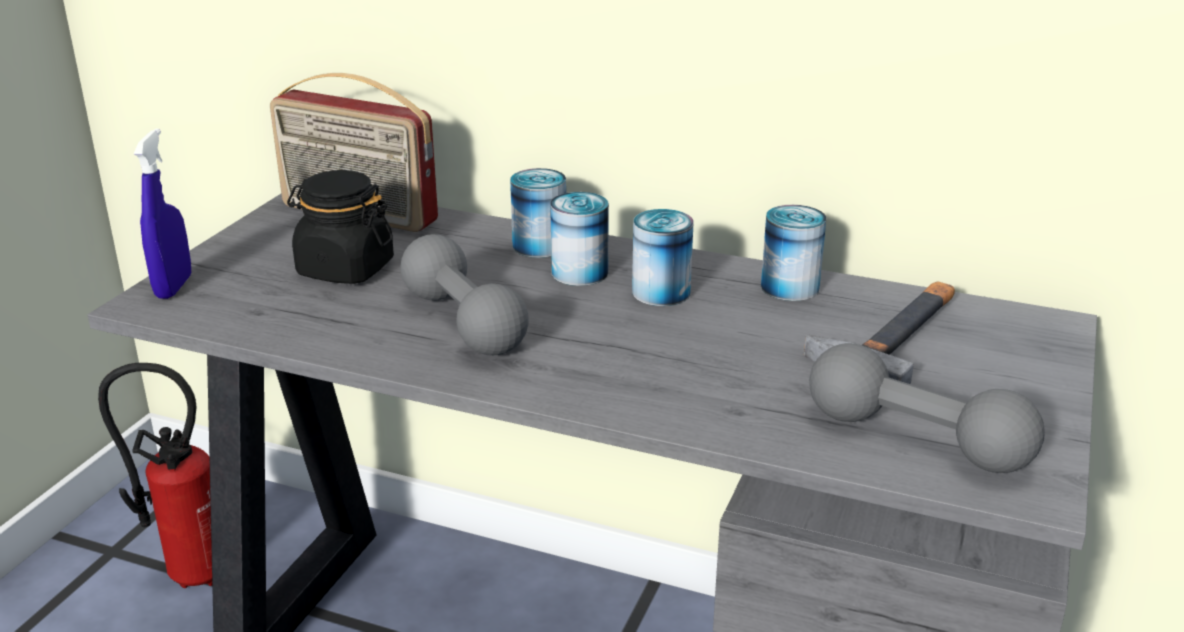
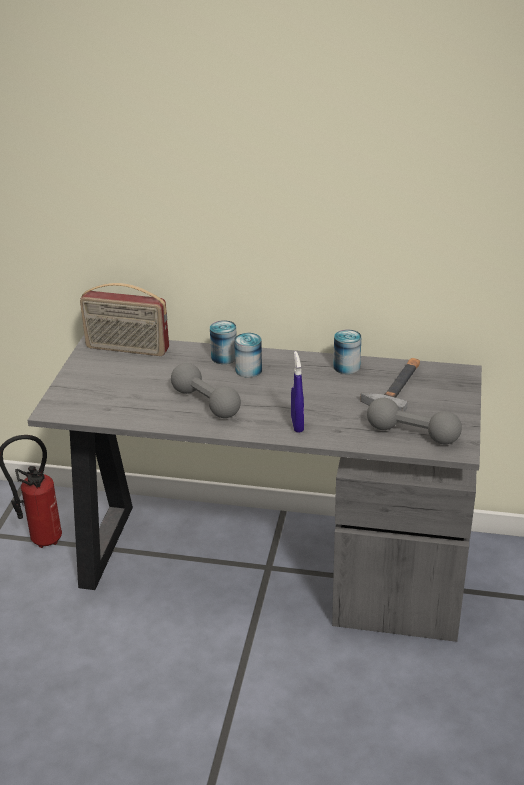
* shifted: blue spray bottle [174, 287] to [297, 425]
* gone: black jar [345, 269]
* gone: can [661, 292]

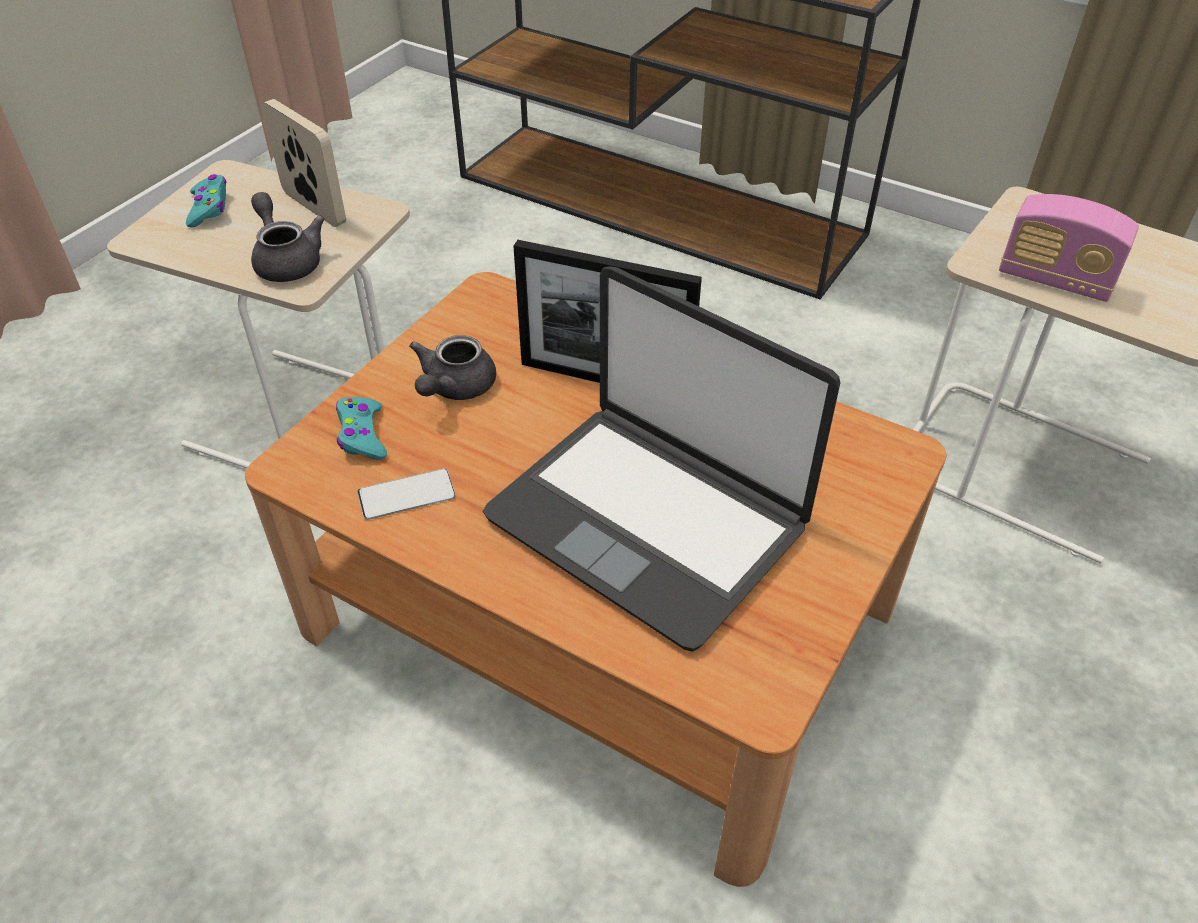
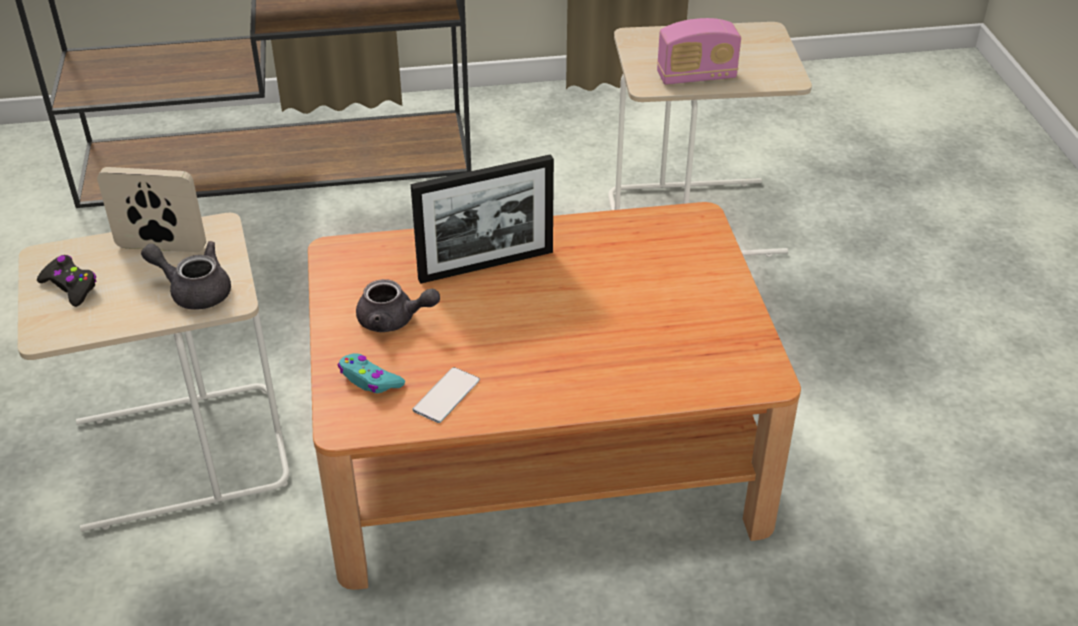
* repainted: turquoise game controller [209, 208] to black game controller [70, 286]
* rotated: grey teapot [454, 388] = [394, 320] 60 degrees counterclockwise
* gone: laptop [648, 520]

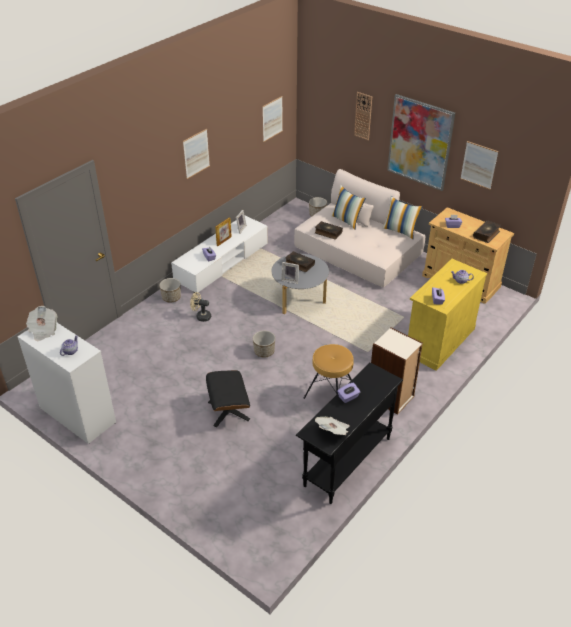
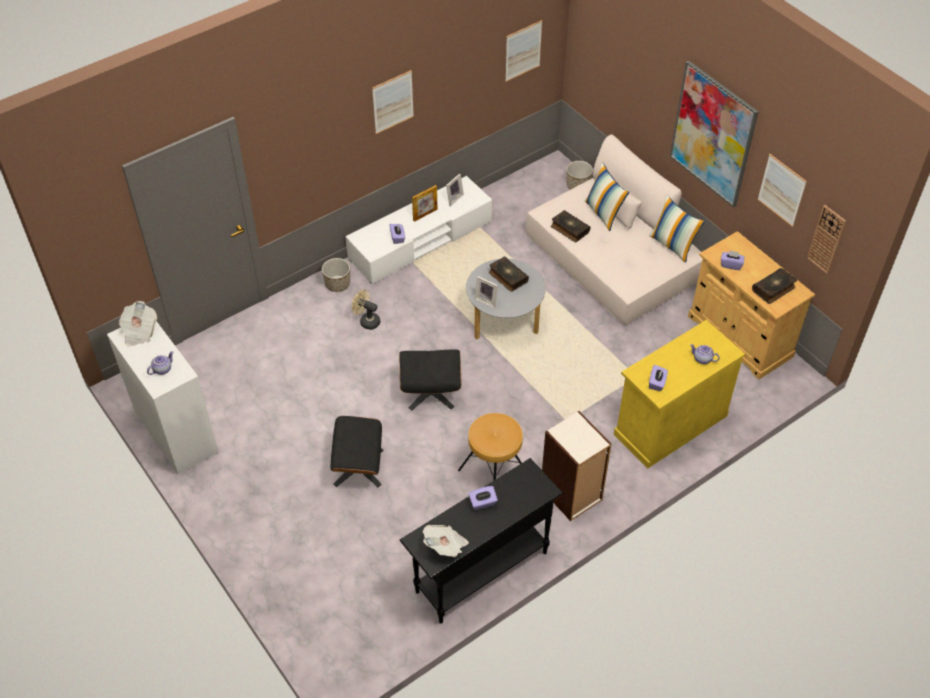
* swapped: planter [264, 352] to black ottoman [431, 391]
* shifted: wall clock [363, 116] to [826, 239]

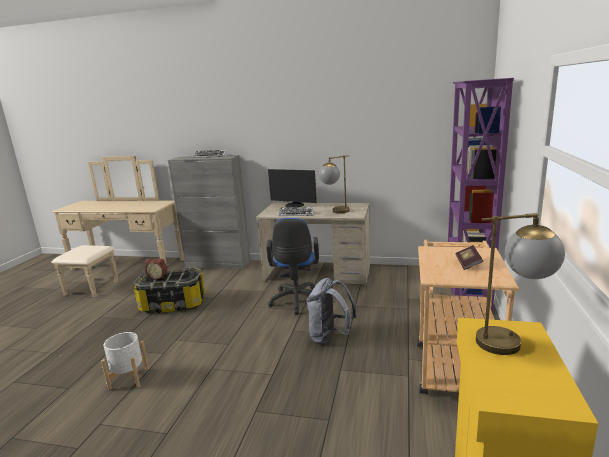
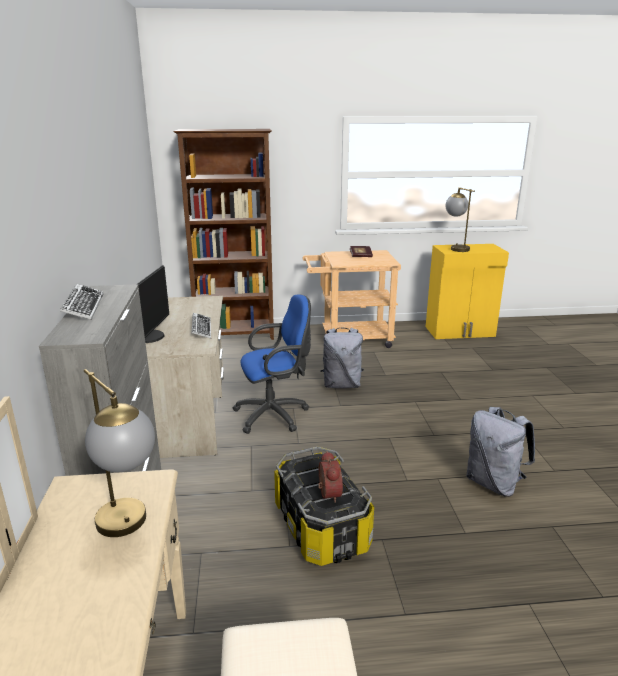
* shifted: table lamp [335, 212] to [130, 529]
* repainted: purple bookcase [466, 294] to brown bookcase [235, 335]
* swapped: white planter [129, 378] to grey backpack [494, 483]

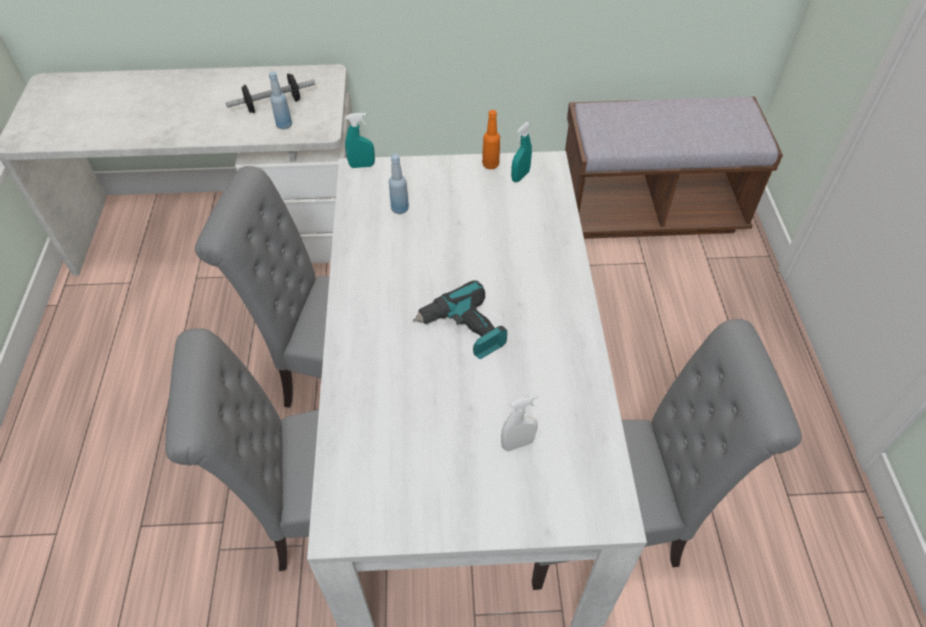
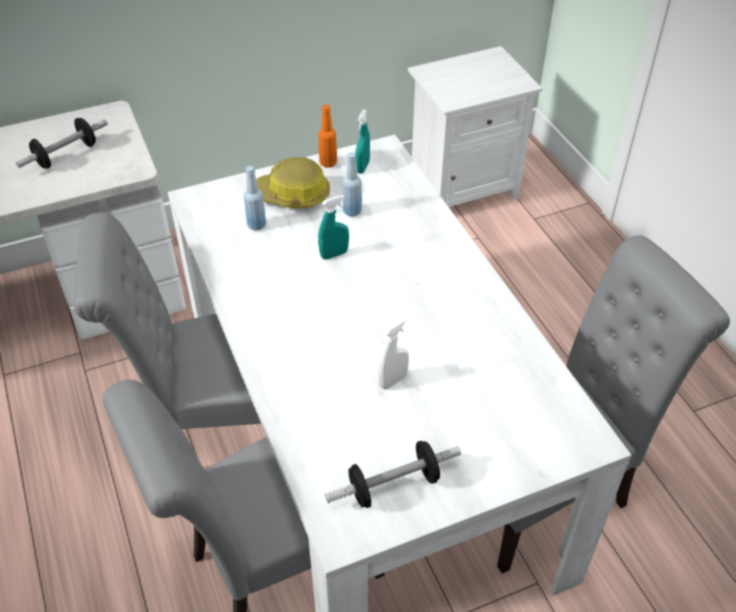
* new: hard hat [293, 195]
* shifted: turquoise spray bottle [362, 165] to [334, 254]
* new: dumbbell [393, 485]
* shifted: blue bottle [284, 125] to [352, 211]
* shifted: white spray bottle [517, 444] to [392, 381]
* swapped: brown bench [649, 210] to white nightstand [462, 187]
* gone: power drill [464, 330]

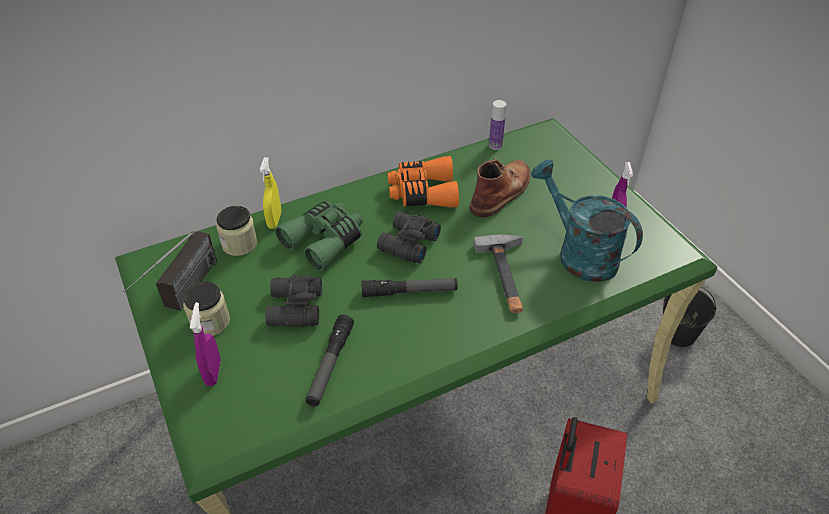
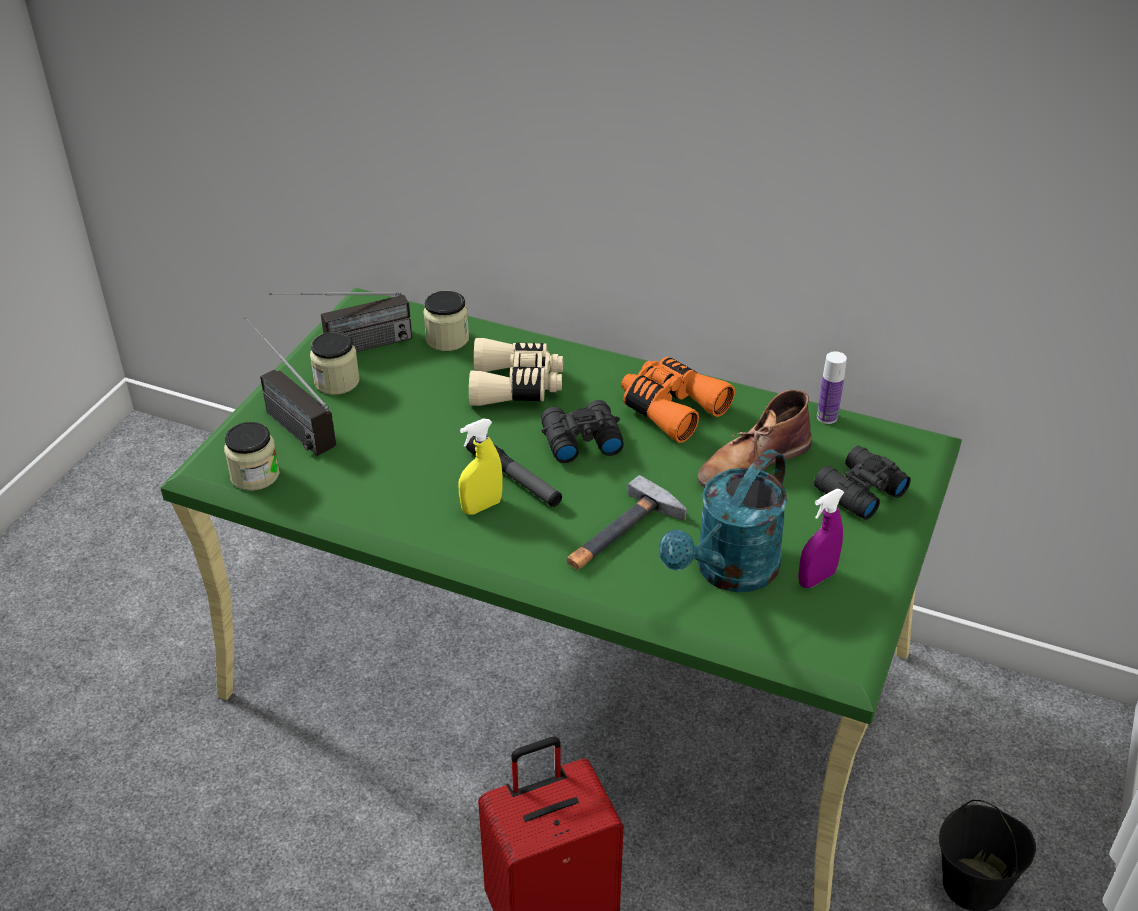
* new: jar [255, 475]
* swapped: purple spray bottle [213, 373] to radio [284, 418]
* shifted: yellow spray bottle [274, 220] to [482, 506]
* repainted: green binoculars [325, 240] to beige binoculars [516, 385]
* rotated: turquoise watering can [579, 253] = [728, 572] 150 degrees counterclockwise
* rotated: brown boot [501, 191] = [752, 462] 150 degrees clockwise
* shifted: black binoculars [294, 309] to [857, 491]
* gone: flashlight [330, 365]

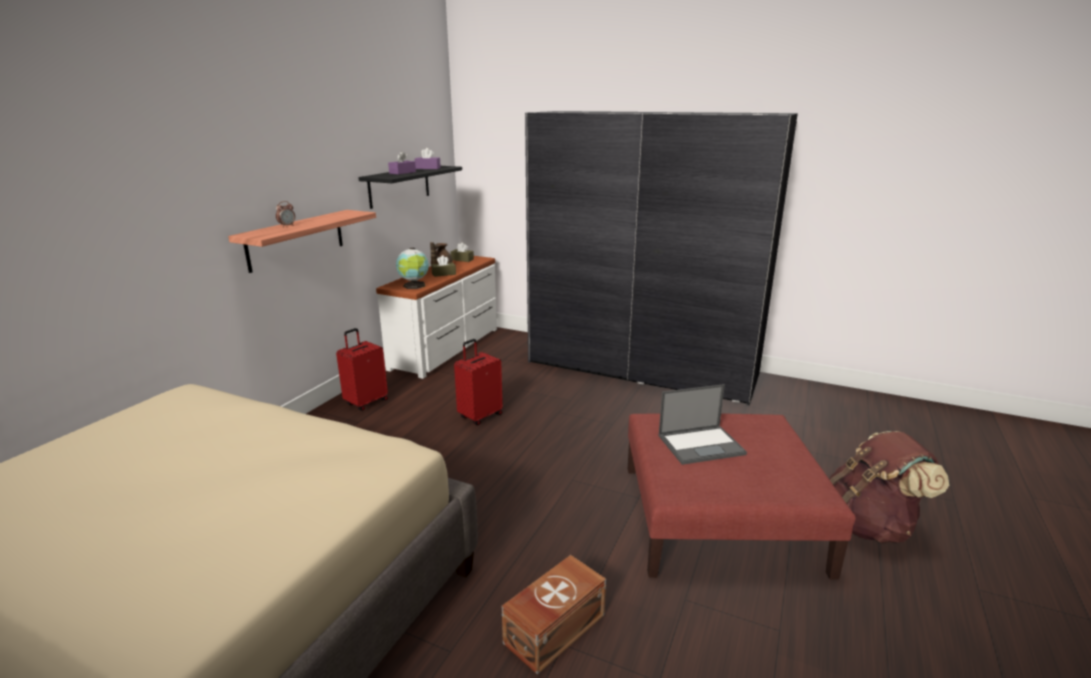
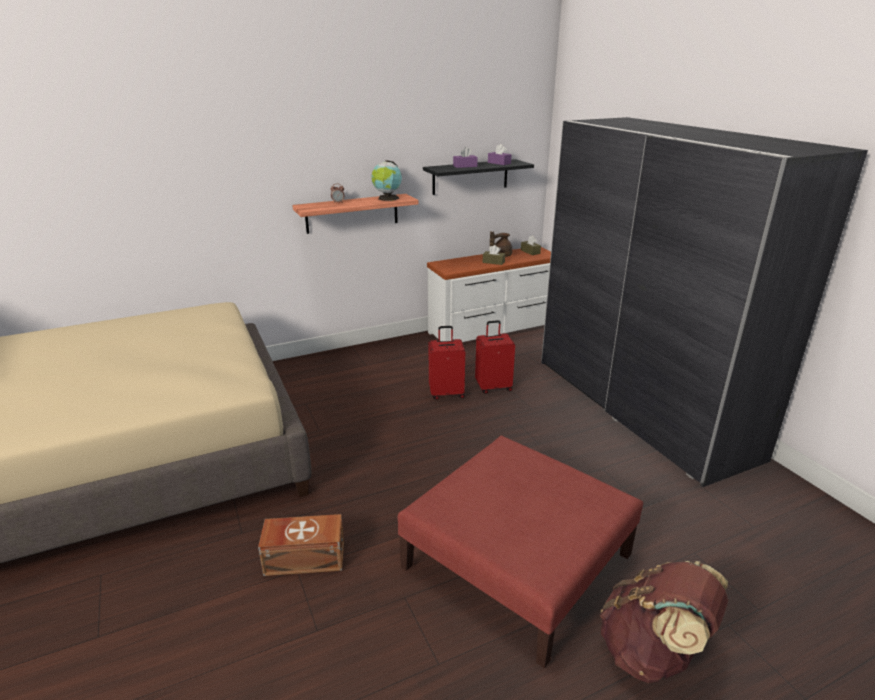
* shifted: globe [414, 286] to [387, 198]
* shifted: red suitcase [366, 402] to [493, 387]
* gone: laptop [701, 444]

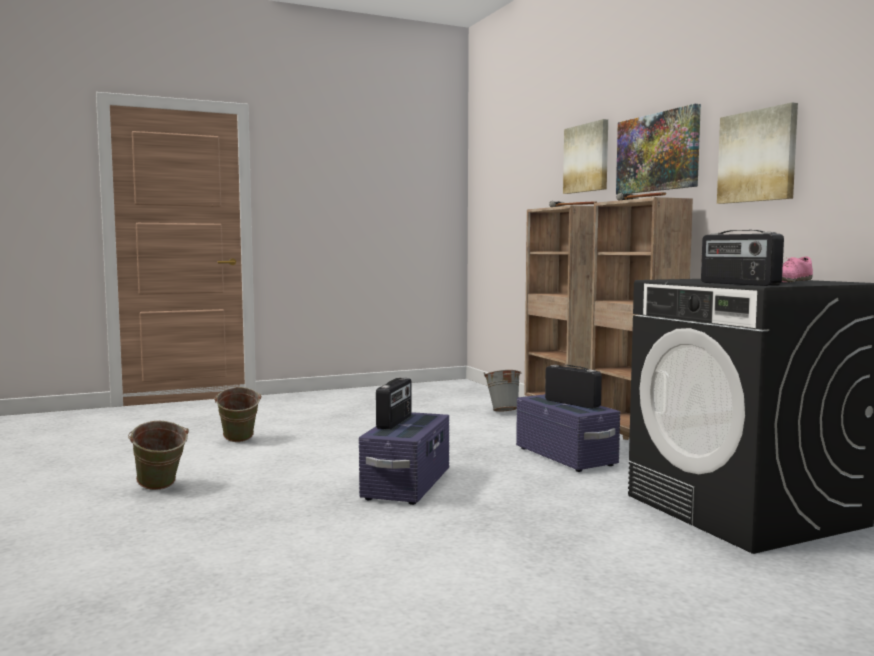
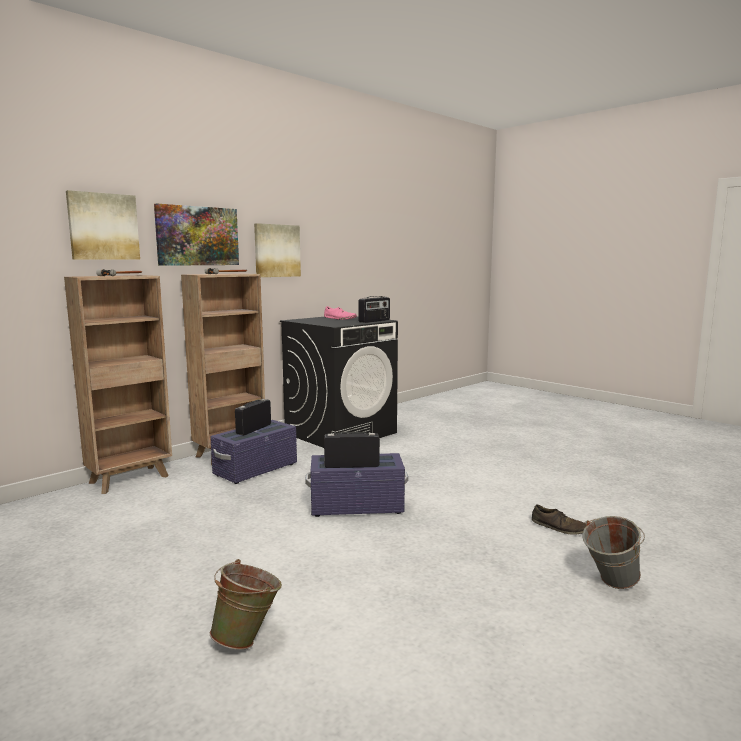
* new: brown shoe [559, 527]
* shifted: grey bucket [503, 411] to [609, 584]
* gone: green bucket [159, 489]

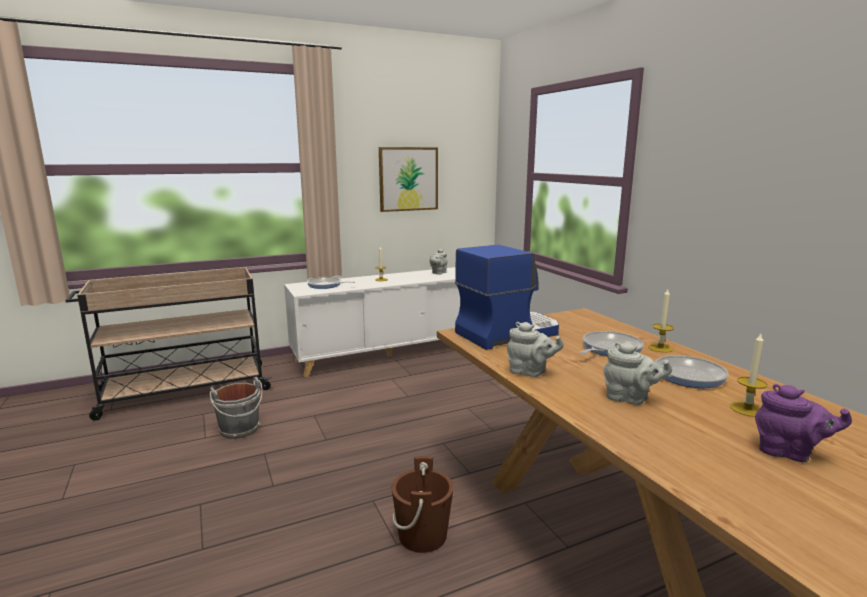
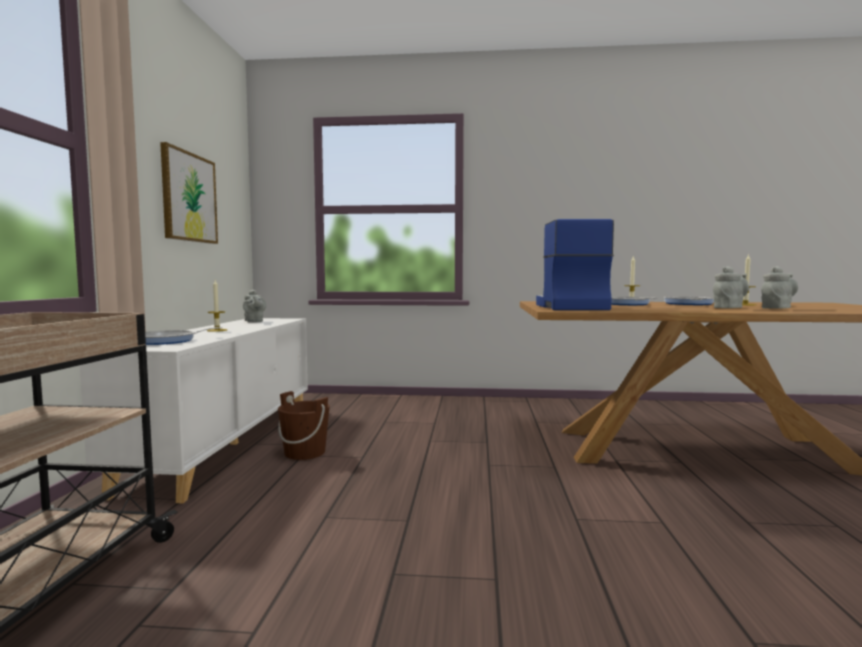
* shifted: brown bucket [422, 535] to [305, 452]
* shifted: grey teapot [530, 372] to [777, 308]
* gone: grey bucket [240, 430]
* gone: purple teapot [789, 453]

